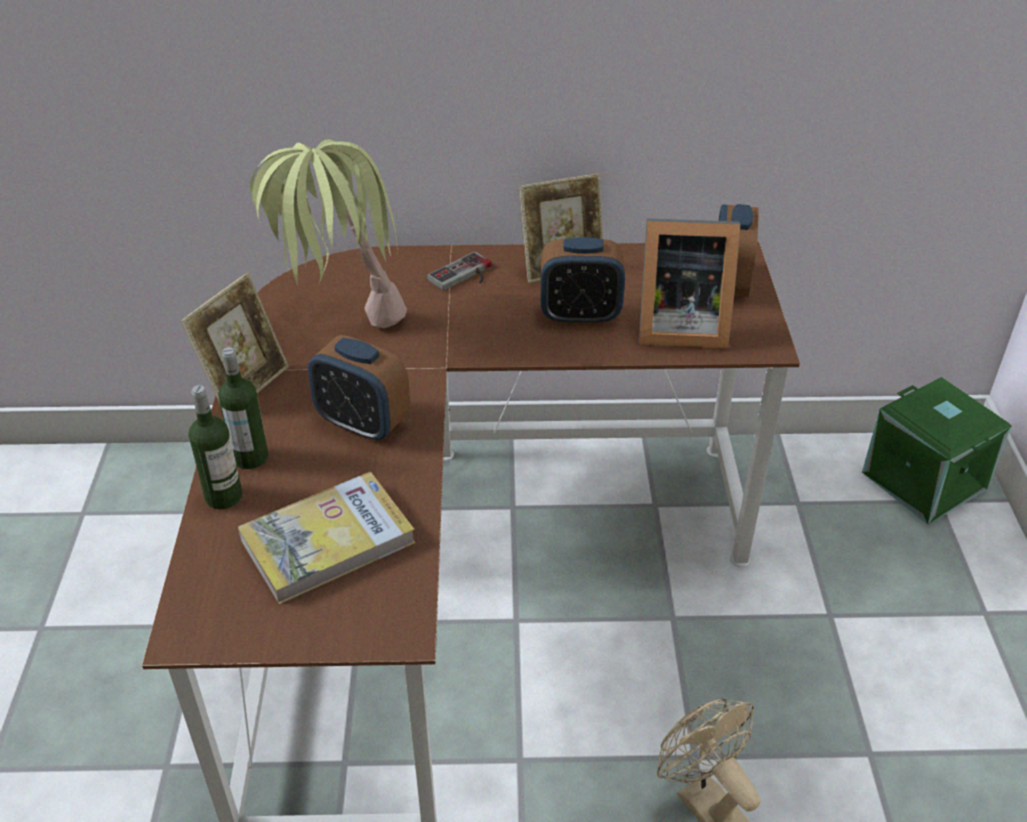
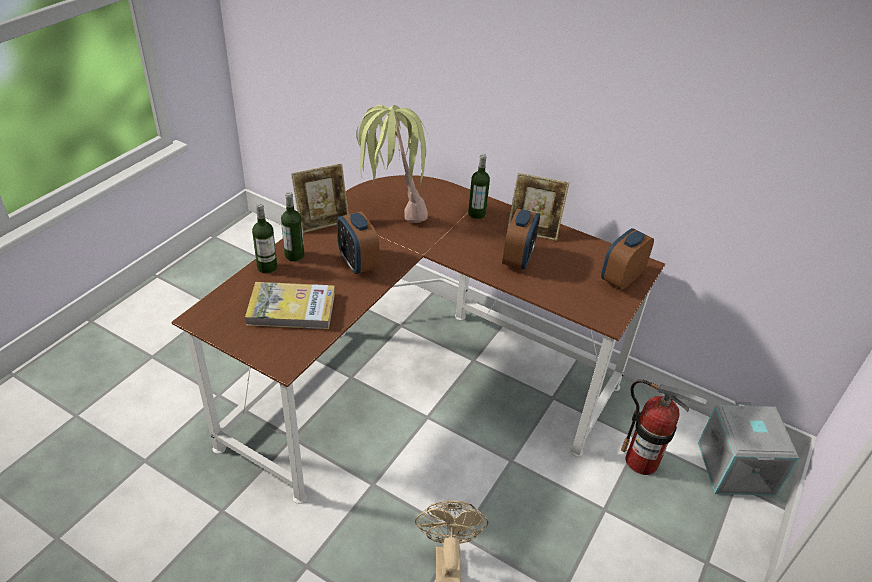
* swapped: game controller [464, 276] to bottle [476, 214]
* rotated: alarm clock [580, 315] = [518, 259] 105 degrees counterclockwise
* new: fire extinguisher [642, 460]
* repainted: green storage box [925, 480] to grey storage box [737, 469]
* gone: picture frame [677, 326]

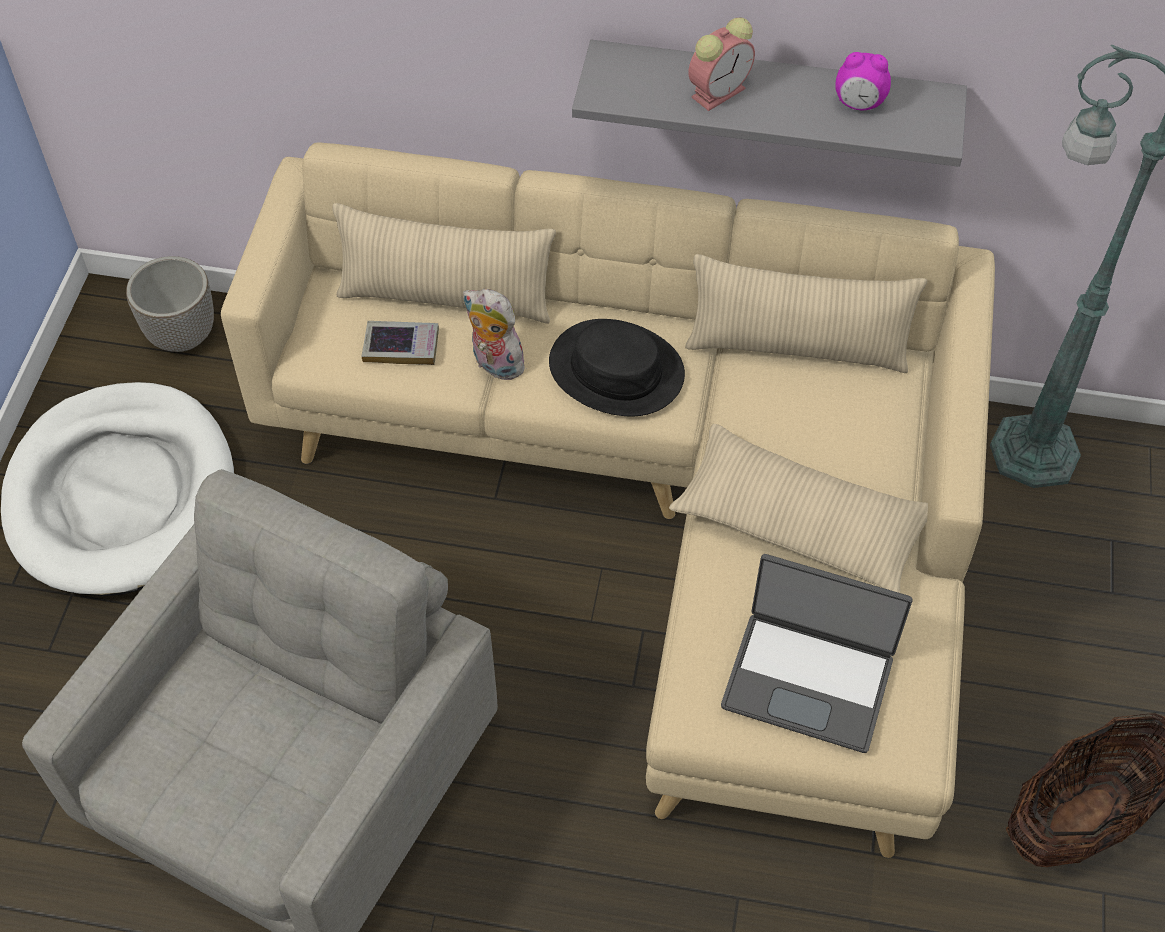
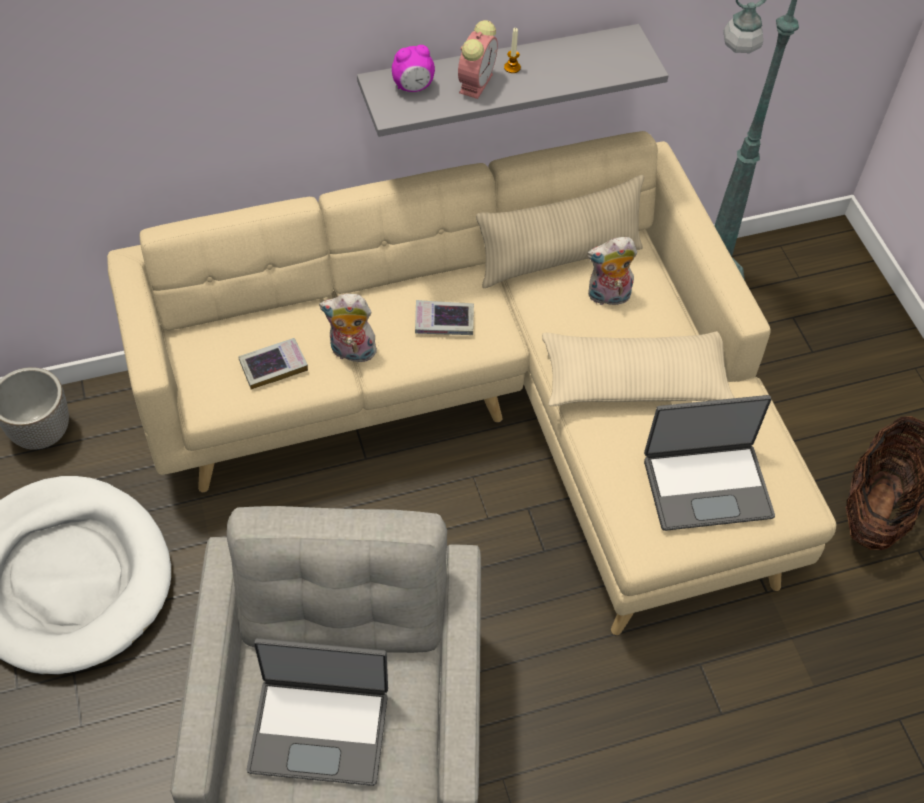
* new: laptop [319, 729]
* shifted: alarm clock [859, 104] to [413, 87]
* swapped: black hat [616, 369] to book [444, 322]
* new: candle [512, 67]
* new: plush toy [607, 297]
* gone: beige pillow [446, 298]

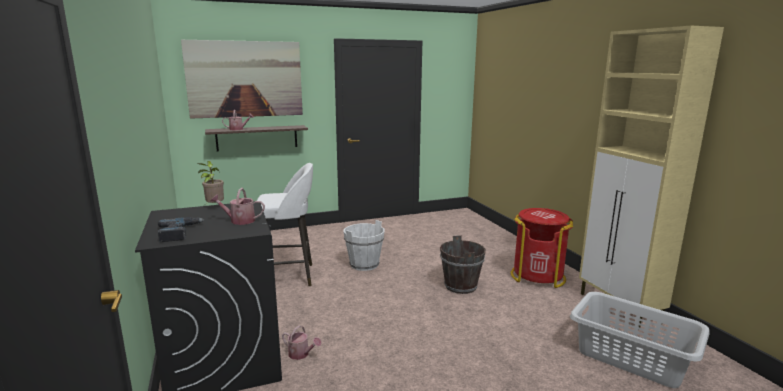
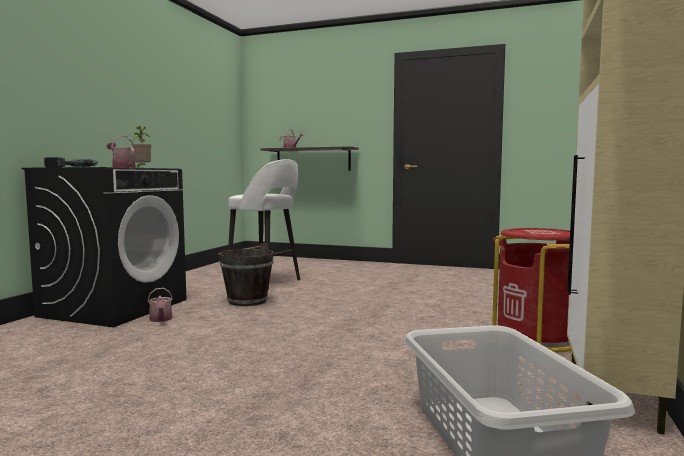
* shifted: brown bucket [460, 286] to [247, 301]
* gone: picture [245, 79]
* gone: white bucket [364, 264]

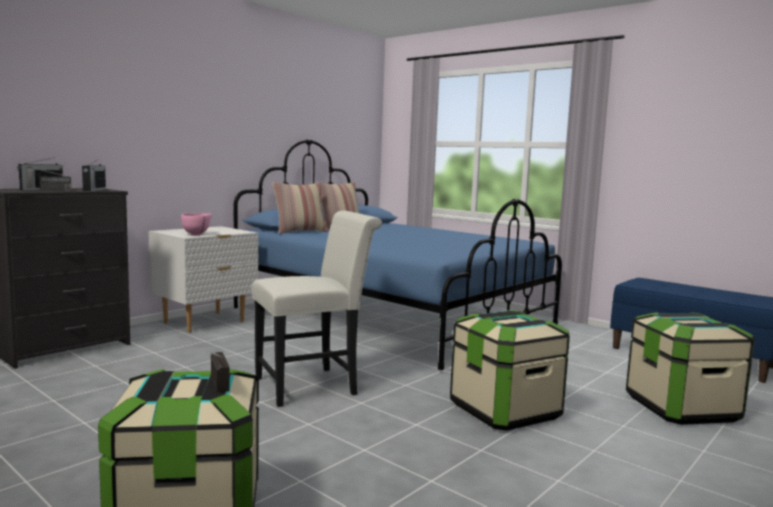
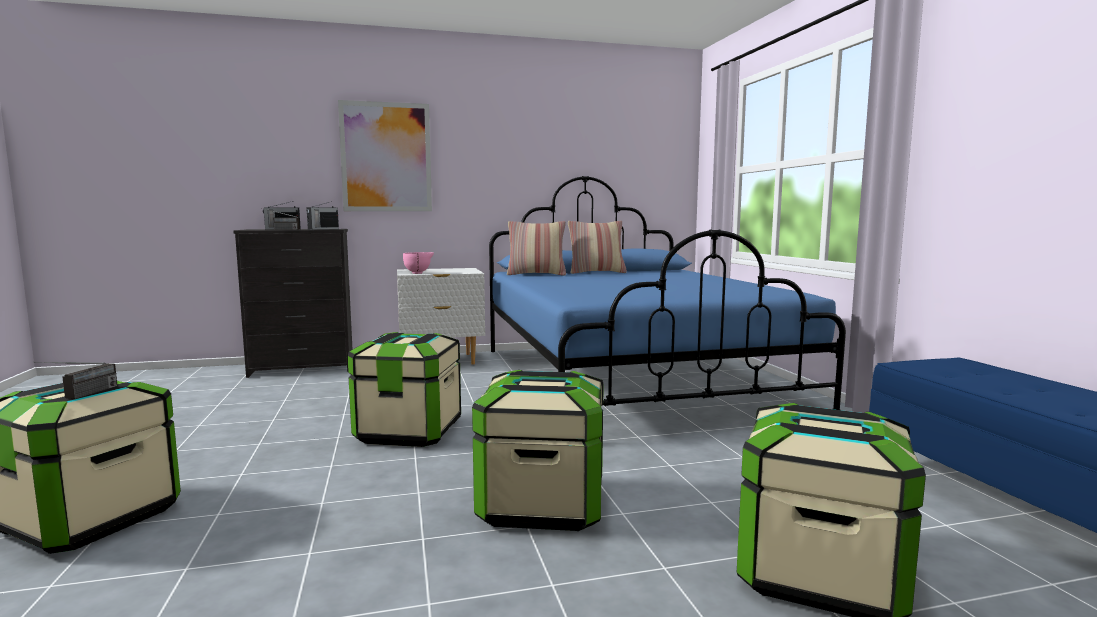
* new: picture [386, 157]
* swapped: white chair [313, 385] to storage box [409, 432]

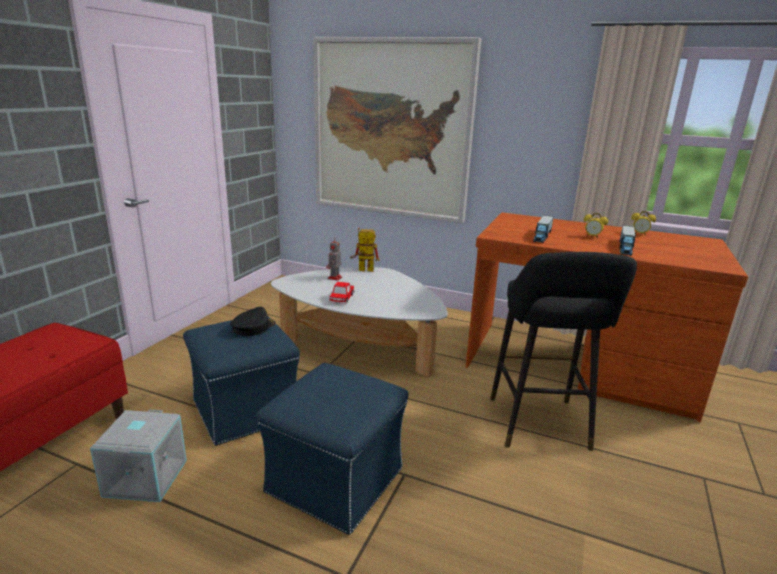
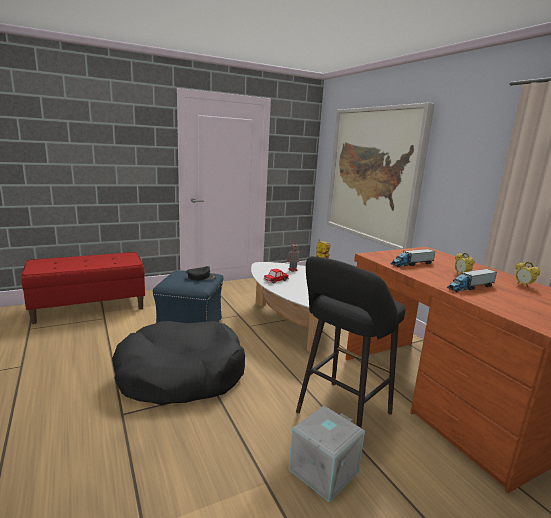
* swapped: blue ottoman [336, 479] to black dog bed [181, 375]
* shifted: grey storage box [144, 477] to [323, 469]

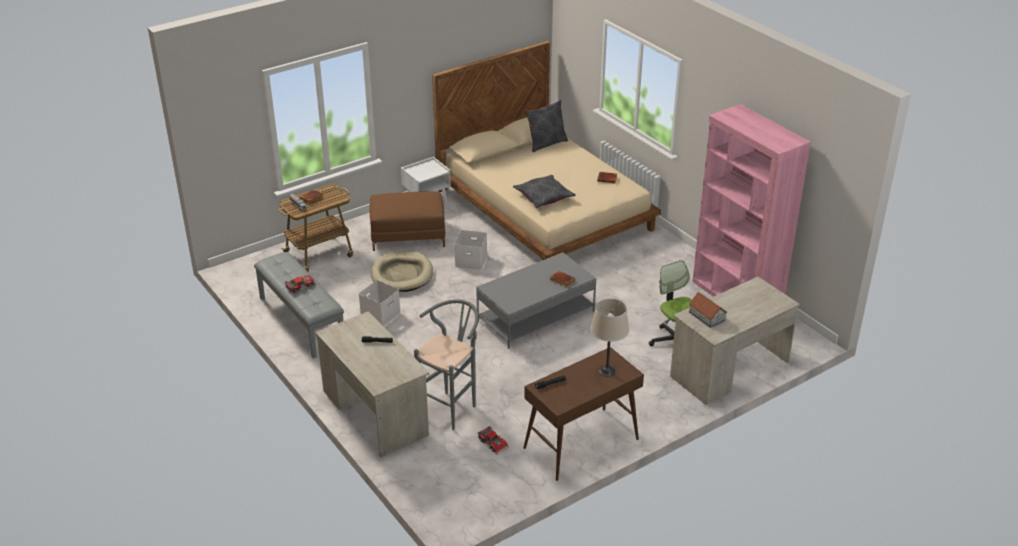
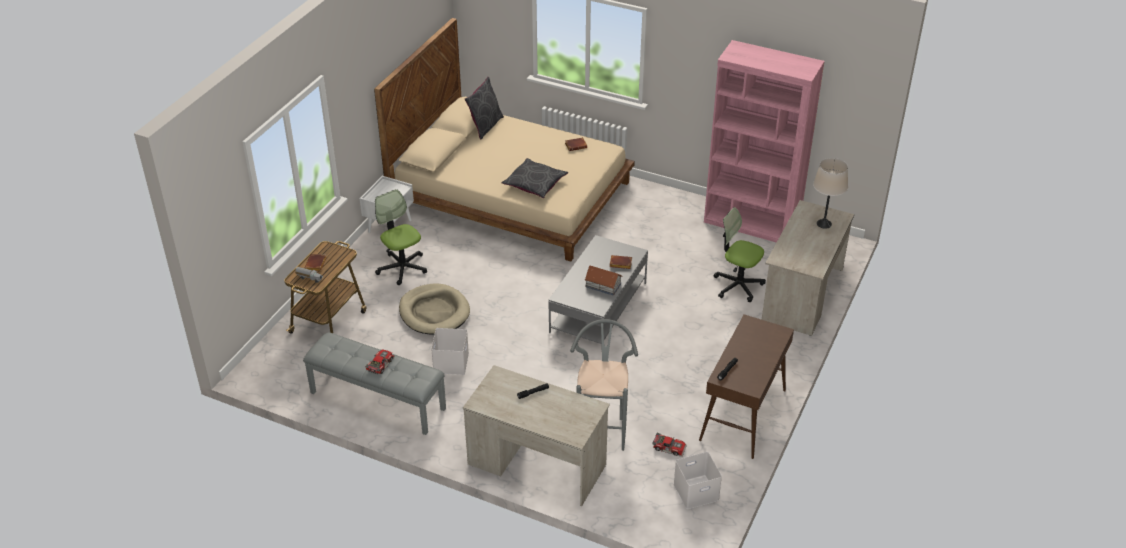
* swapped: brown ottoman [408, 235] to office chair [402, 268]
* shifted: toy house [707, 316] to [603, 285]
* shifted: white storage box [470, 261] to [695, 492]
* shifted: beige table lamp [607, 371] to [824, 224]

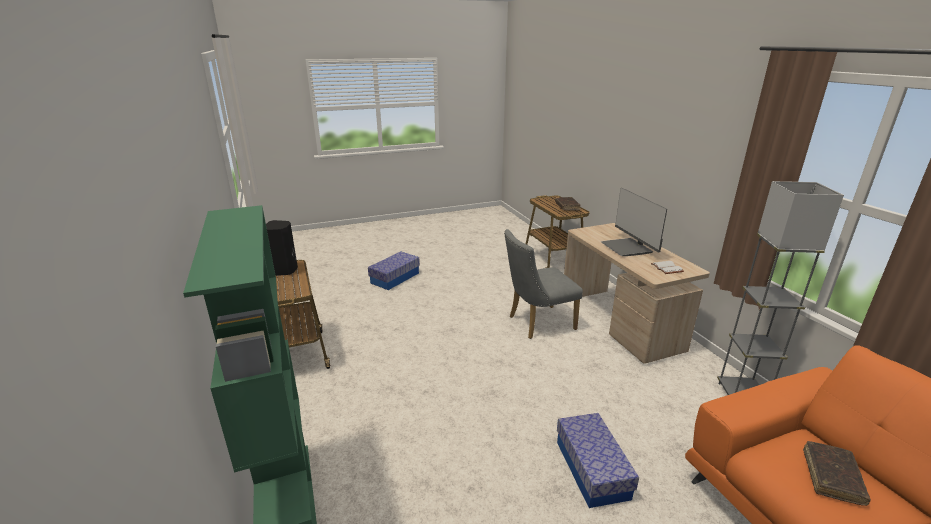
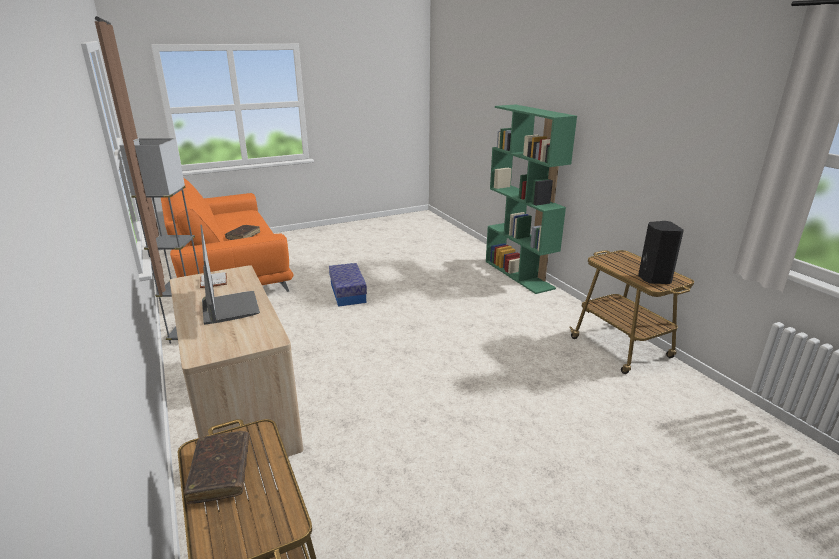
* gone: storage box [395, 278]
* gone: grey chair [537, 323]

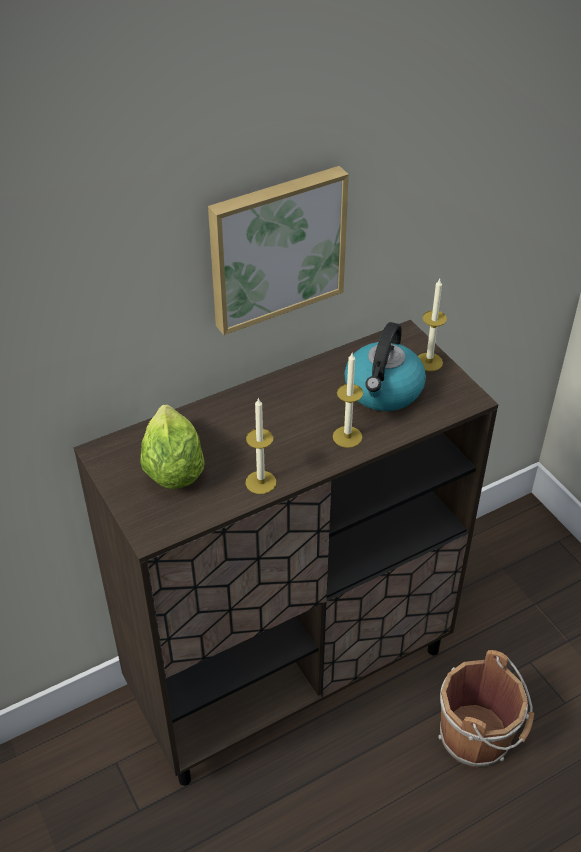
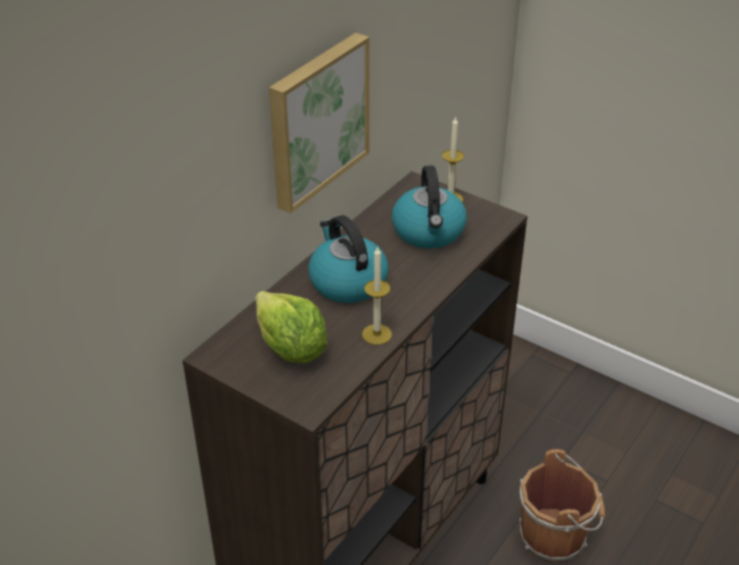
* new: kettle [347, 282]
* gone: candle [347, 437]

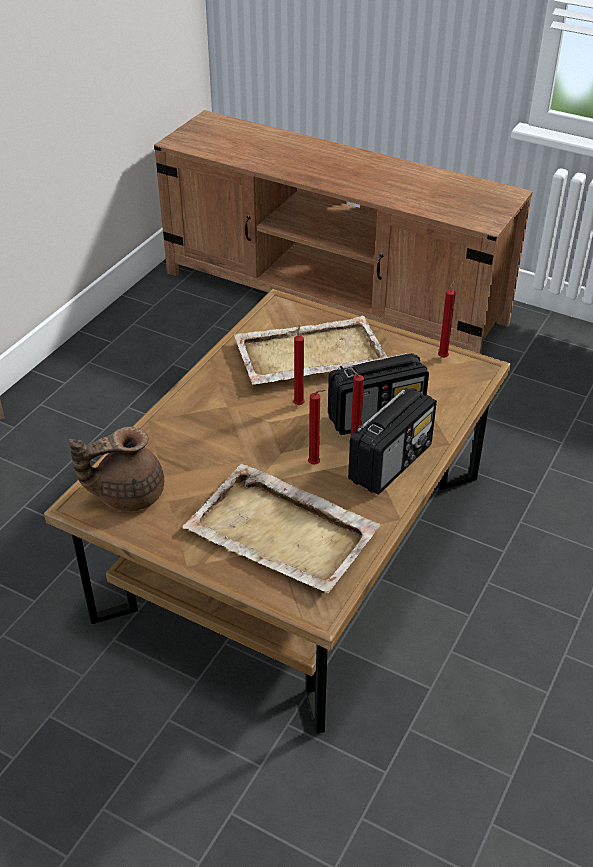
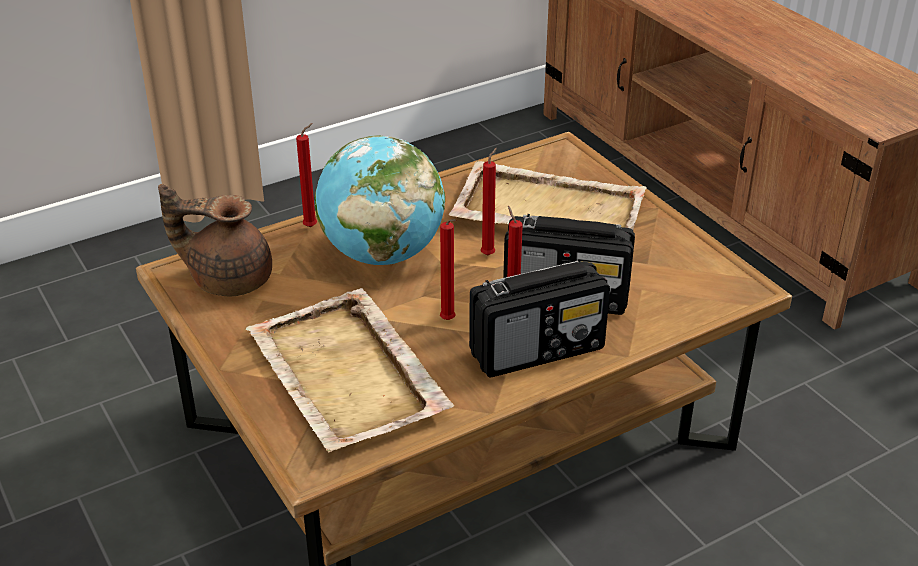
* shifted: red candle [443, 356] to [312, 226]
* new: globe [382, 254]

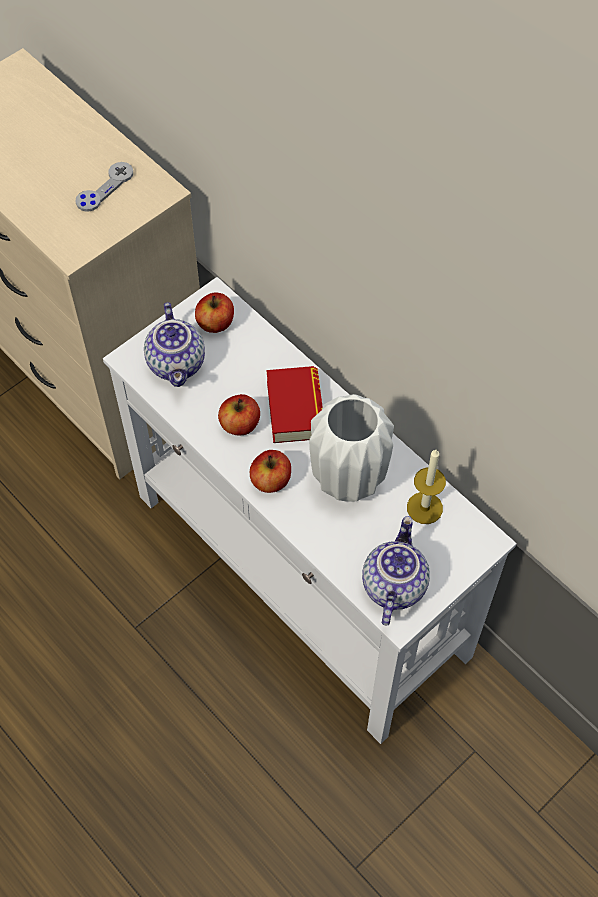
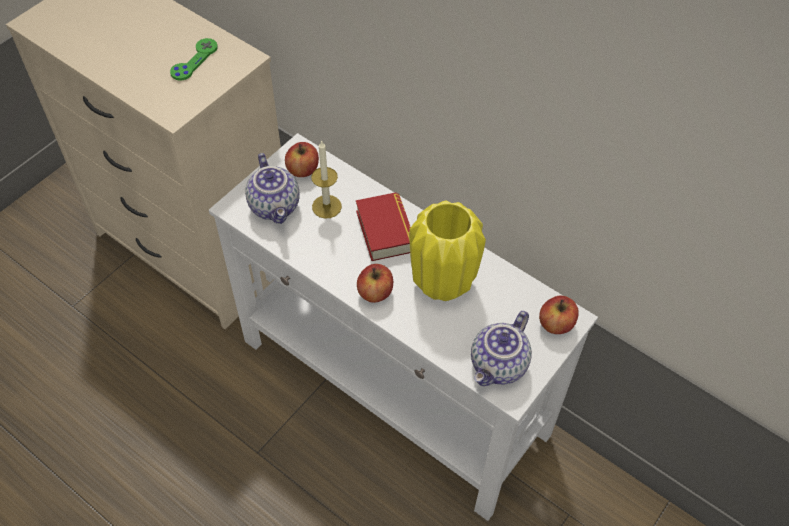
* repainted: grey game controller [105, 188] to green game controller [194, 60]
* shifted: candle [424, 508] to [326, 206]
* repainted: white vase [349, 479] to yellow vase [443, 282]
* rotated: teapot [392, 584] = [499, 366] 150 degrees counterclockwise
* shifted: apple [240, 424] to [556, 324]

